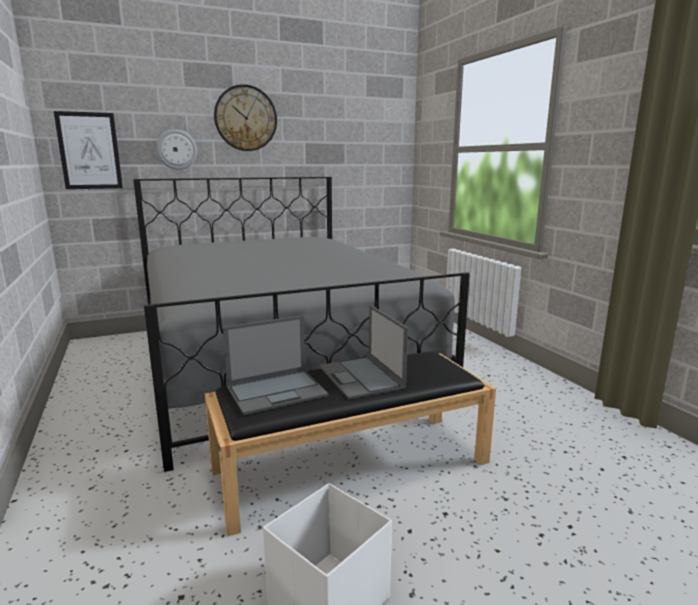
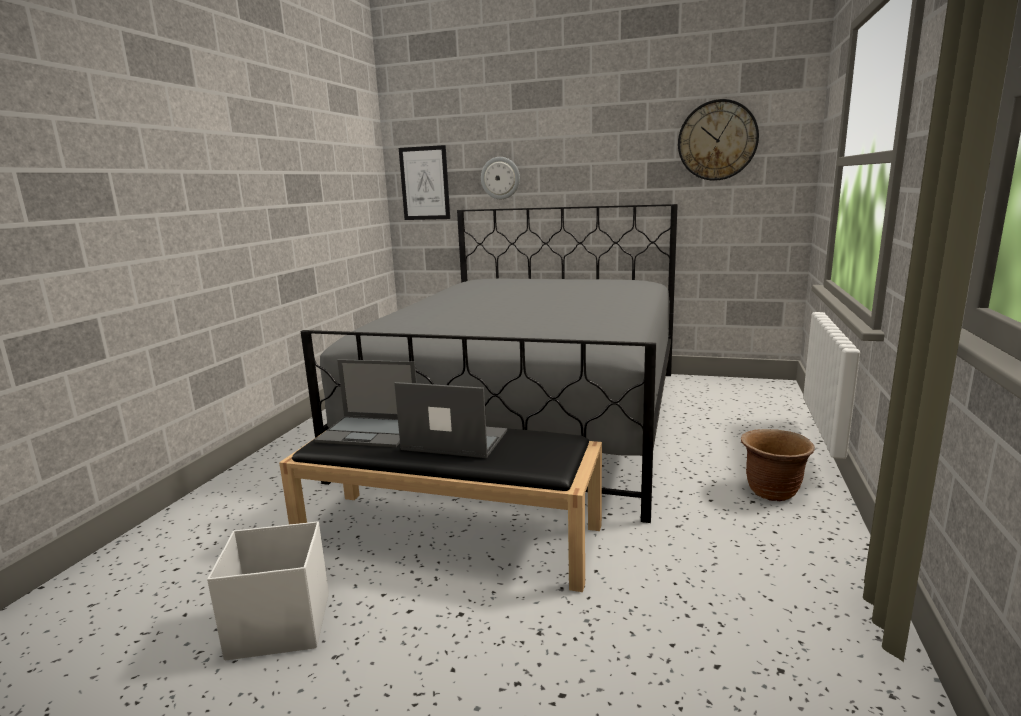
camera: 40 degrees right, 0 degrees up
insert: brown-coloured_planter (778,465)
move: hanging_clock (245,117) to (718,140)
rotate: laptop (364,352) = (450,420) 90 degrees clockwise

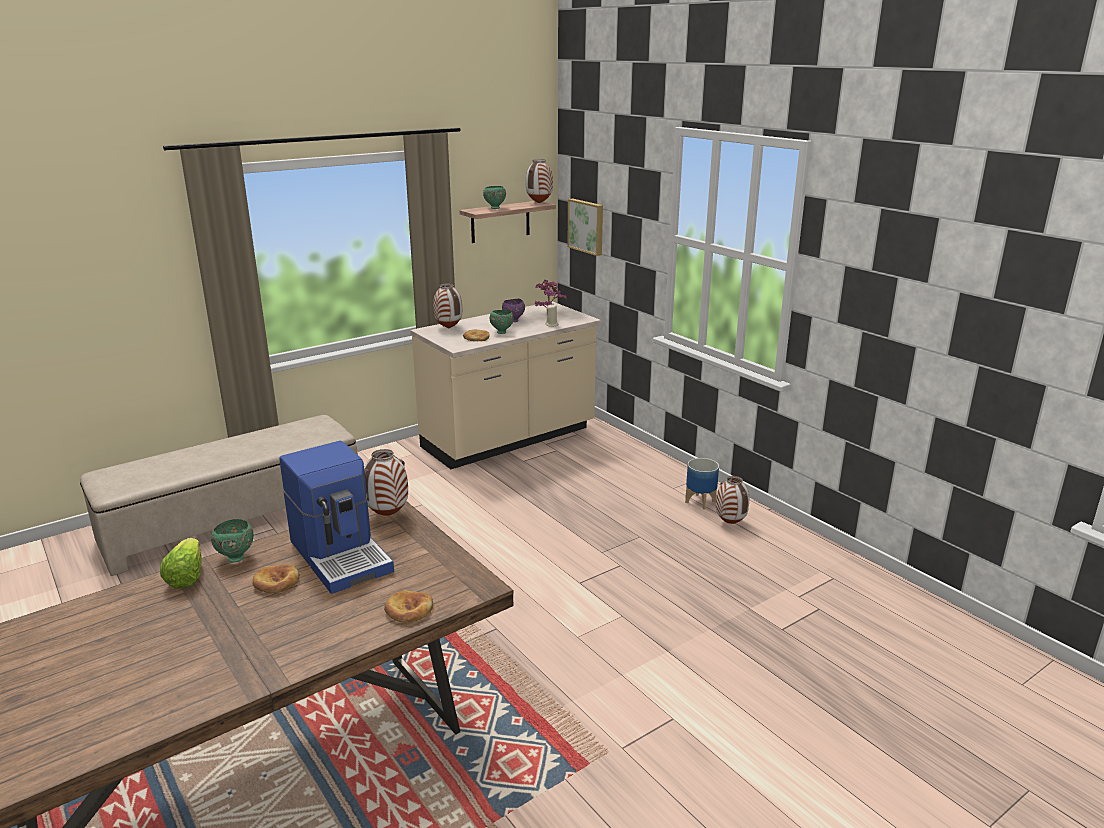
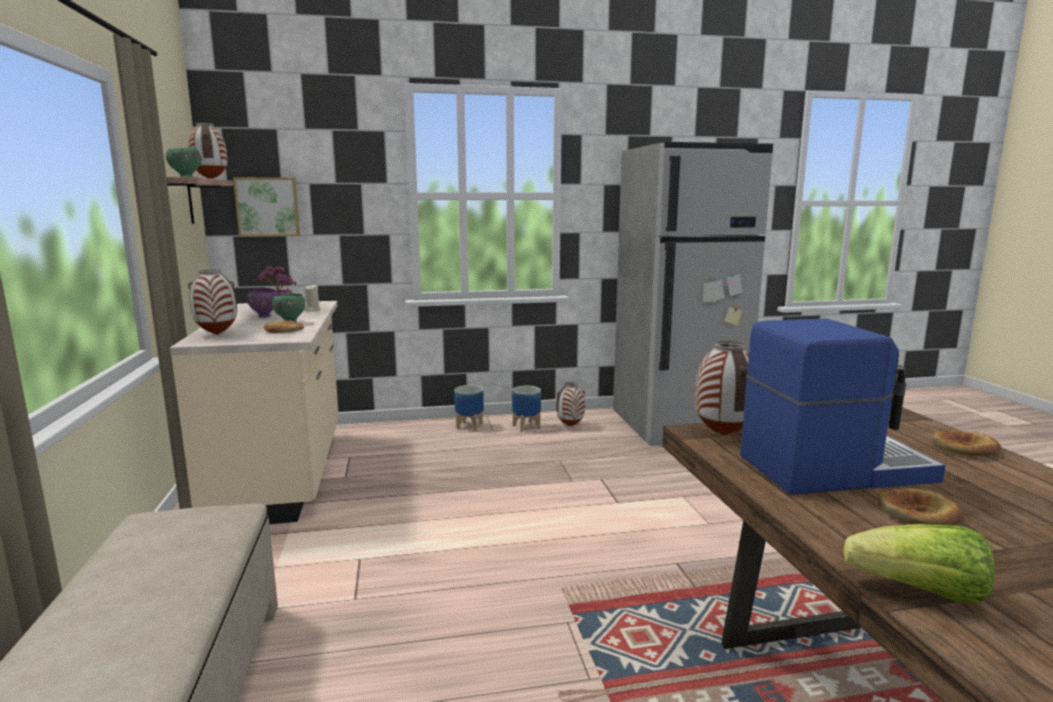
camera: 65 degrees left, 10 degrees down
delete: green-coloured_deep_dish (232,541)
insert: greyish_kitchen_fridge (693,294); planter (469,408)

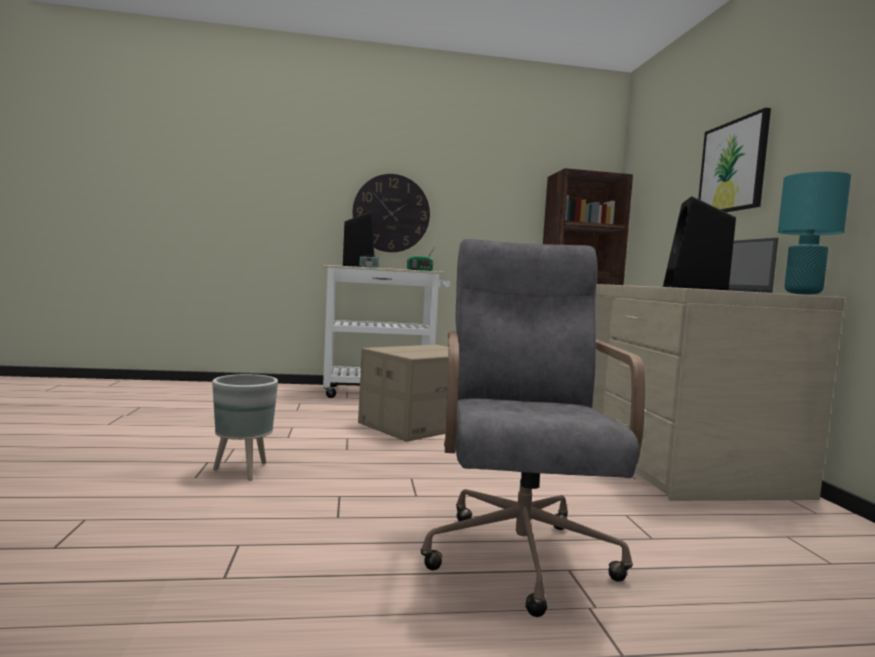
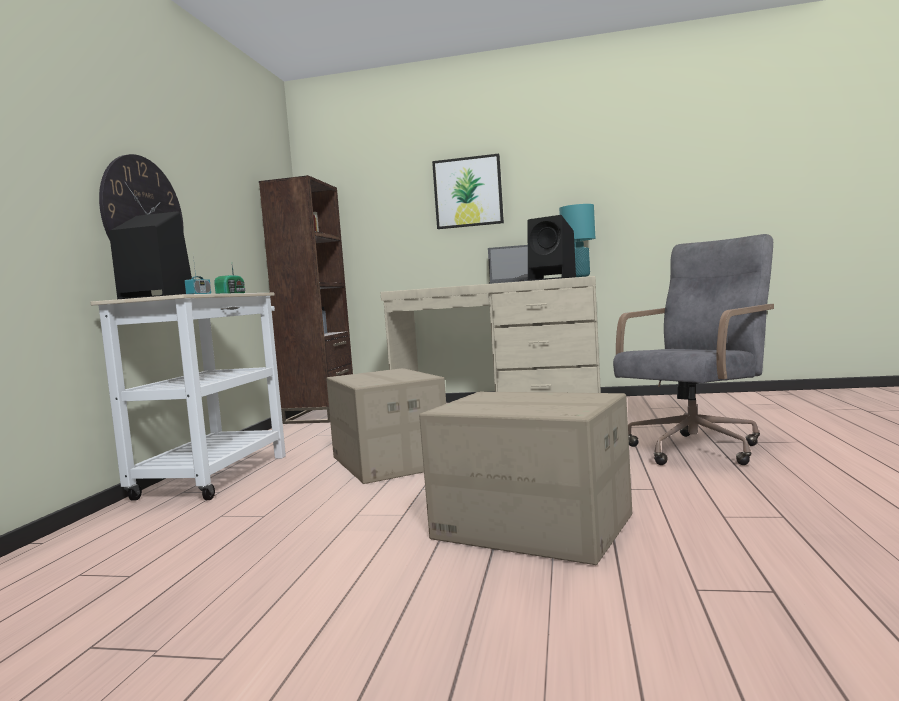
camera: 70 degrees left, 0 degrees up
replace: greyish_planter (245,427) to cardboard_box (525,478)
rotate: greyish_desk_chair (532,428) = (693,349) 120 degrees clockwise

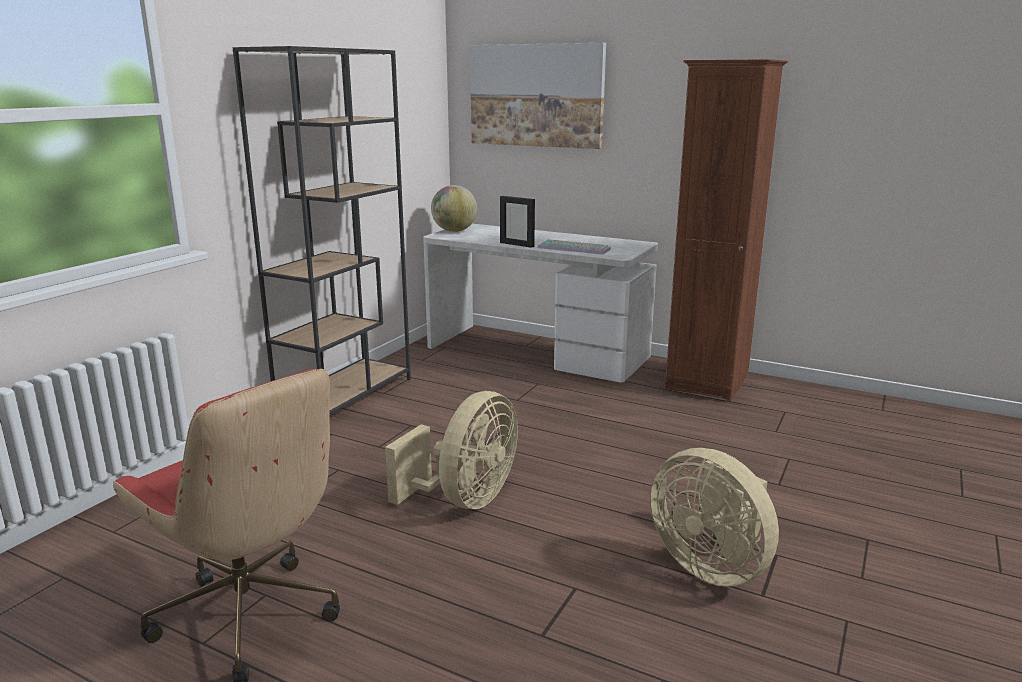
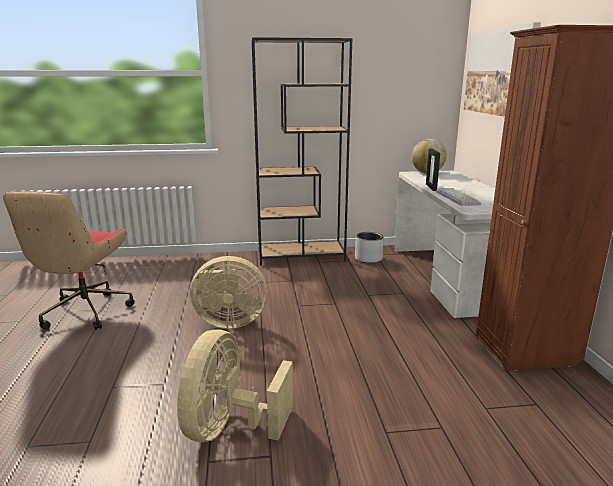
camera: 55 degrees right, 0 degrees up
insert: greyish_planter (369,247)

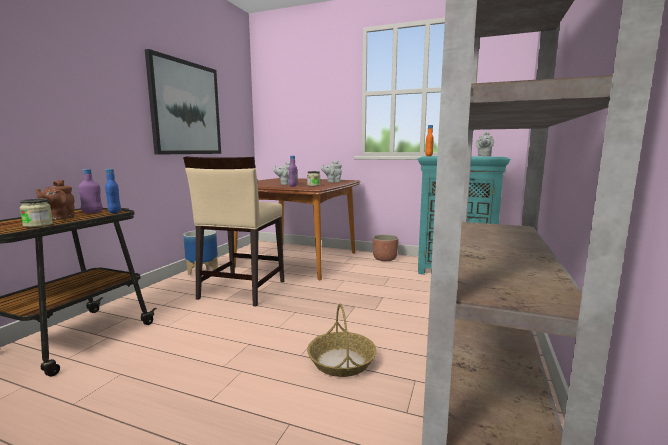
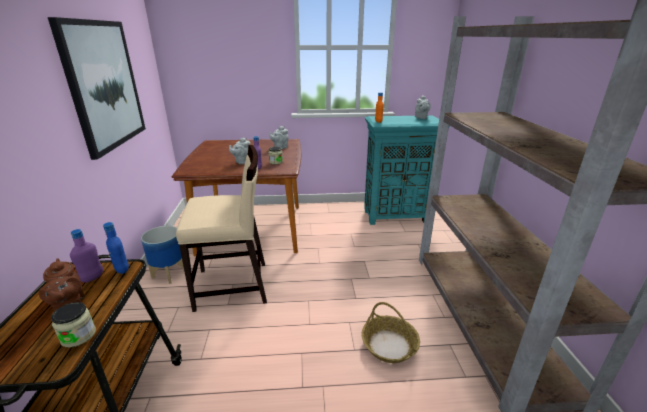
camera: 25 degrees left, 15 degrees up
delete: planter (386,248)
rotate: beige_upright_chair (233,232) = (221,228) 90 degrees counterclockwise

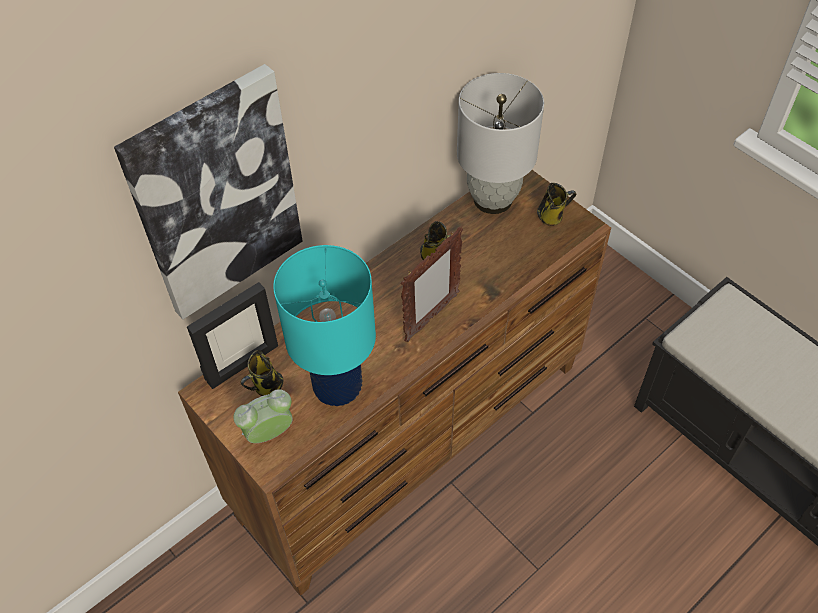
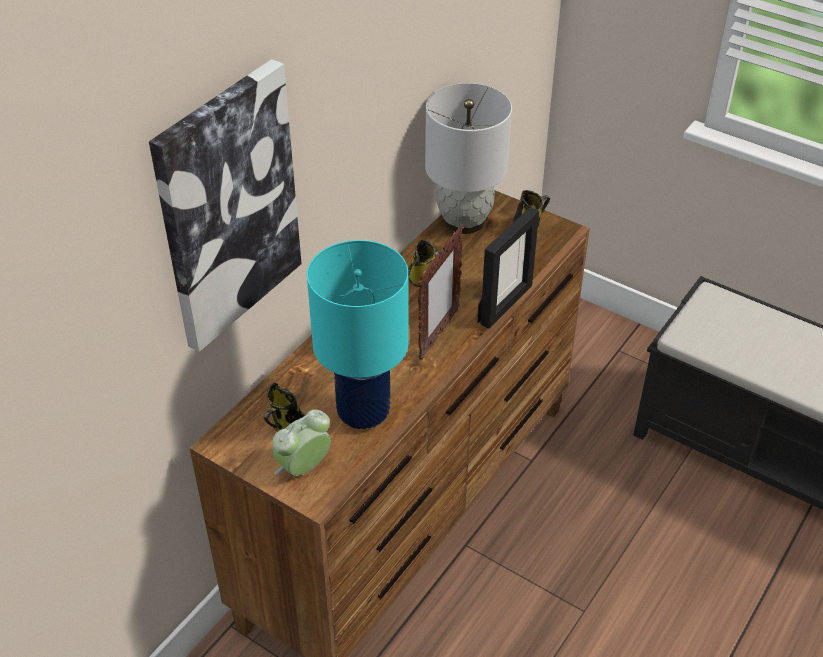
camera: 15 degrees left, 10 degrees down
move: picture_frame (232,335) to (508,267)

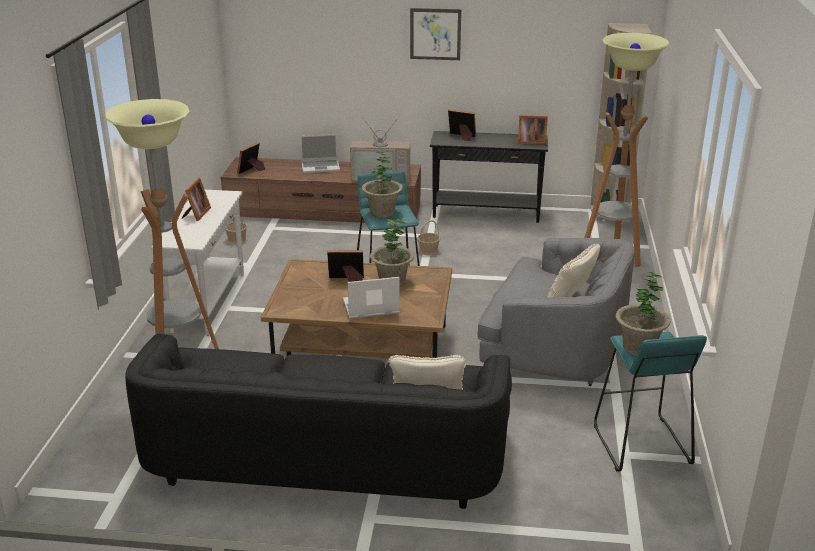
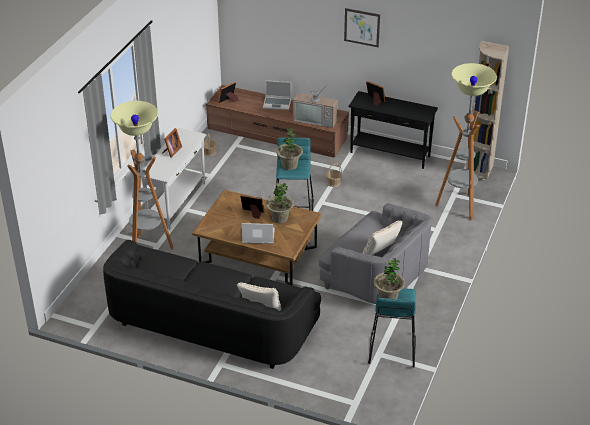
camera: 15 degrees right, 10 degrees up
delete: picture_frame (533,130)

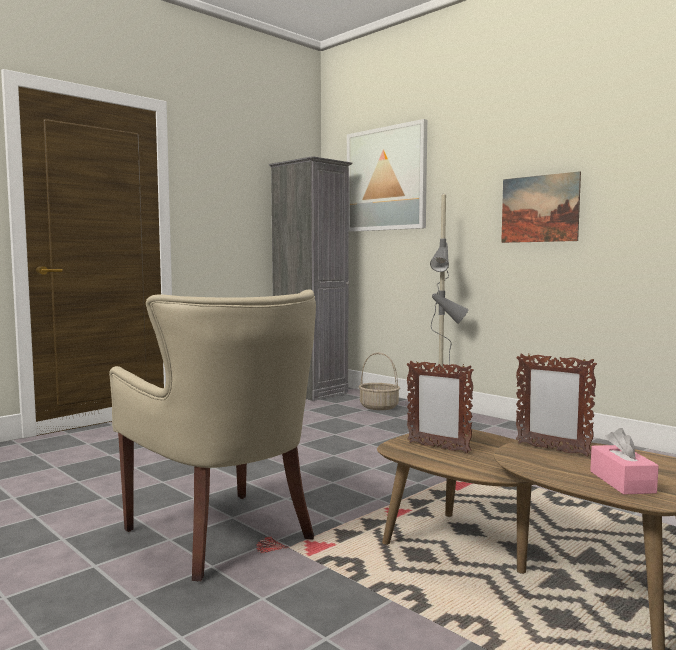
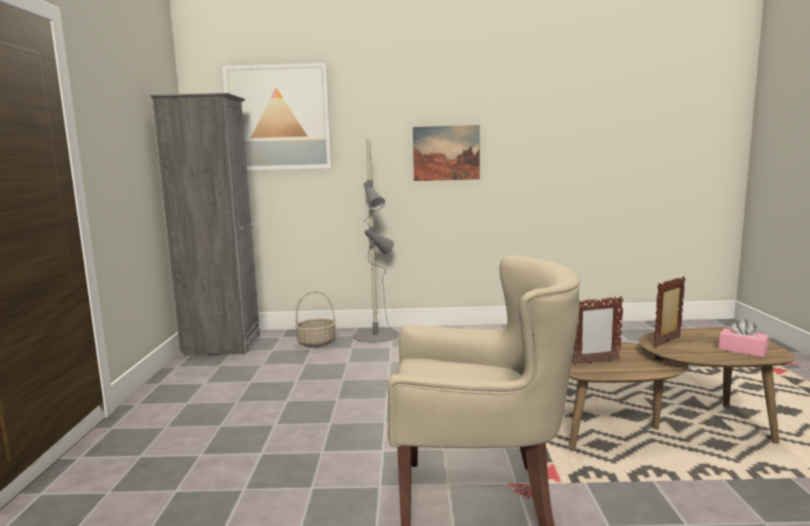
camera: 45 degrees left, 5 degrees up
rotate: picture_frame (556,405) = (669,311) 150 degrees clockwise

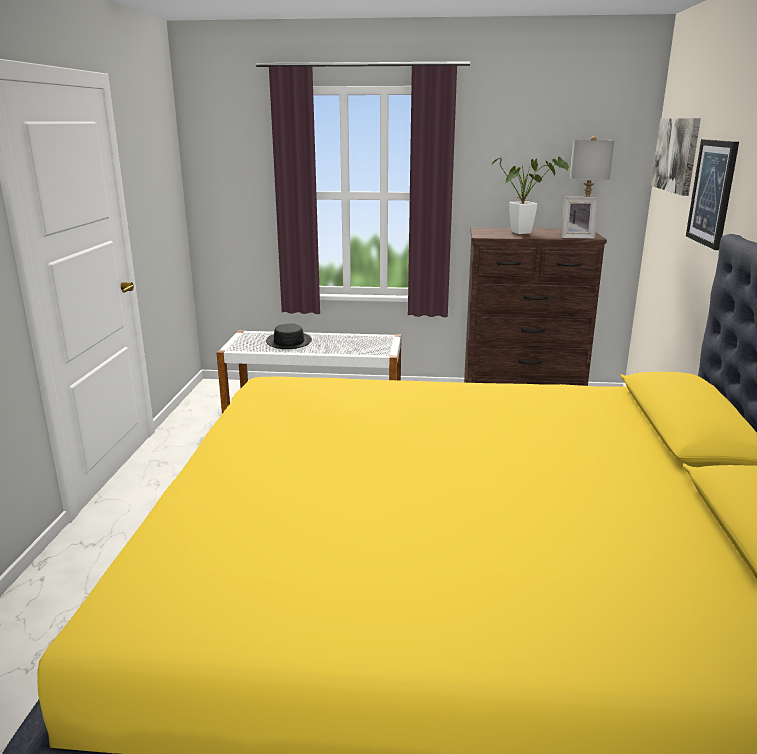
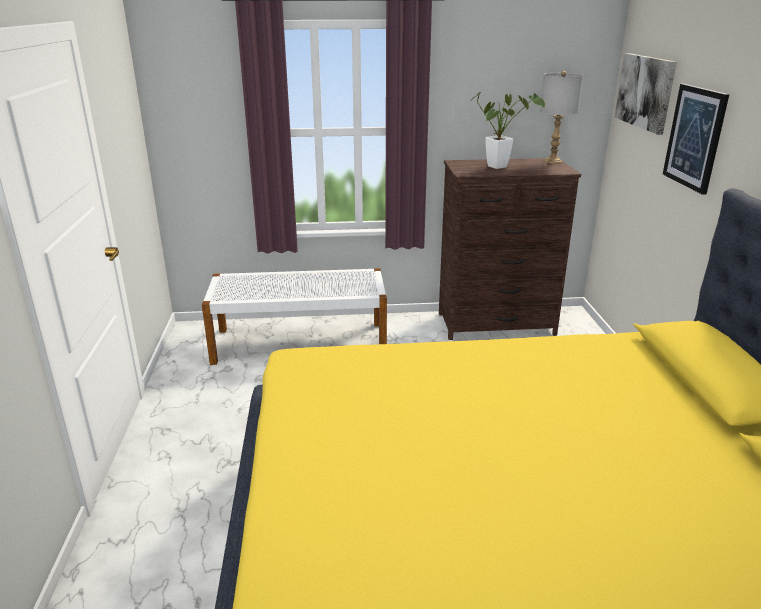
camera: 10 degrees left, 5 degrees up
delete: picture_frame (579,218); black-coloured_clothing_hat (289,336)

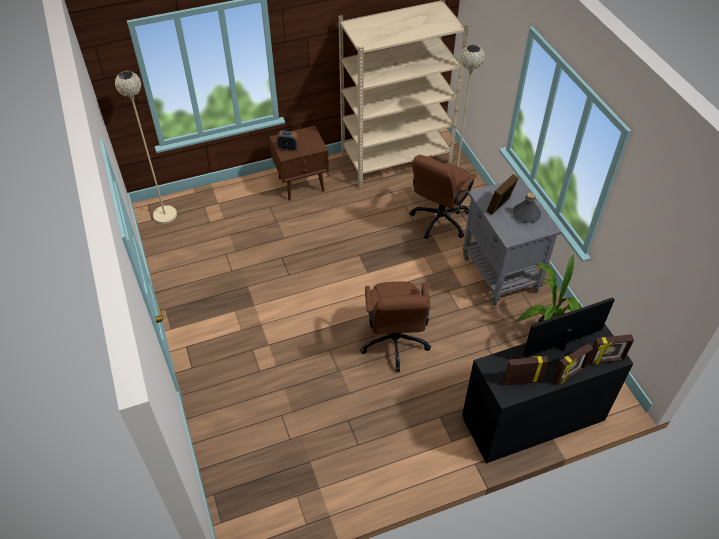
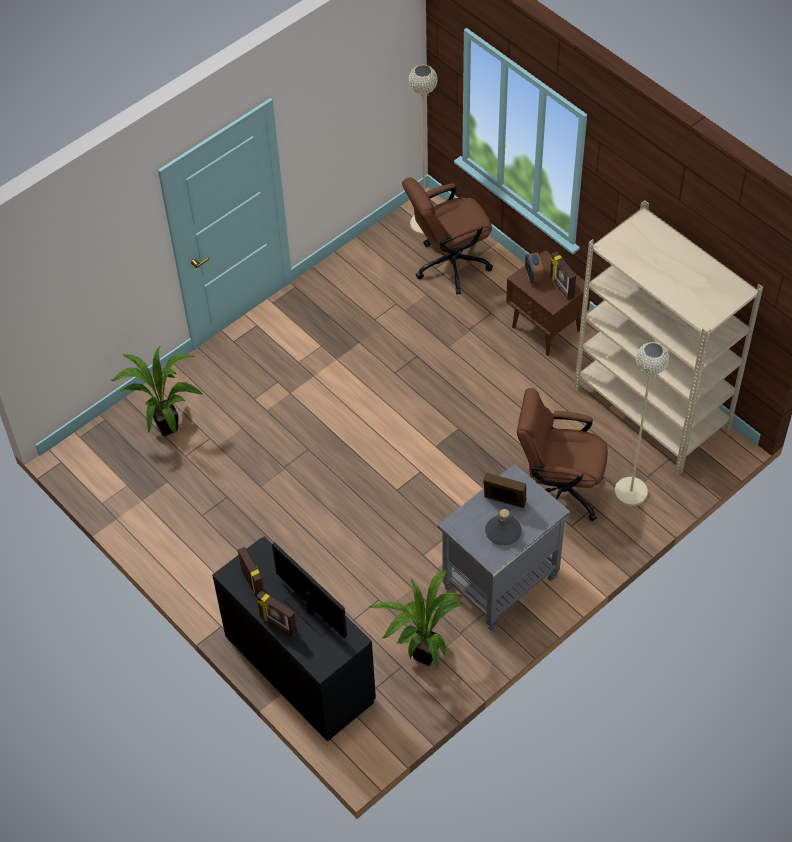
camera: 70 degrees right, 5 degrees up
insert: potted_plant (157,391)
move: brown-coloured_desk_chair (395,327) to (447,236); picture_frame (611,349) to (563,276)

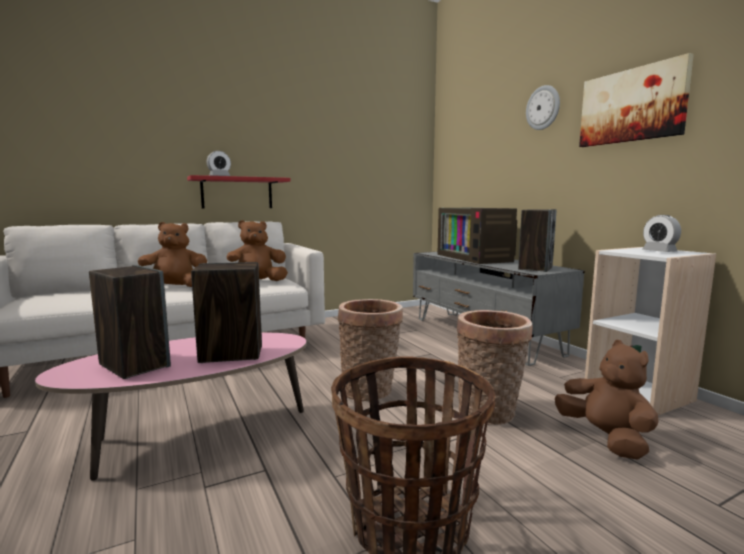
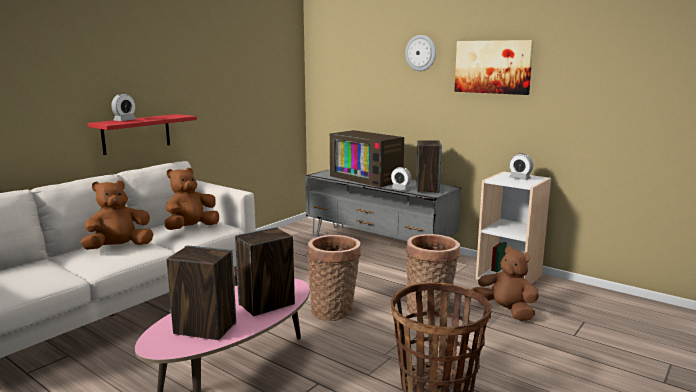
camera: 25 degrees left, 5 degrees up
insert: bedside_clock (401,179)

